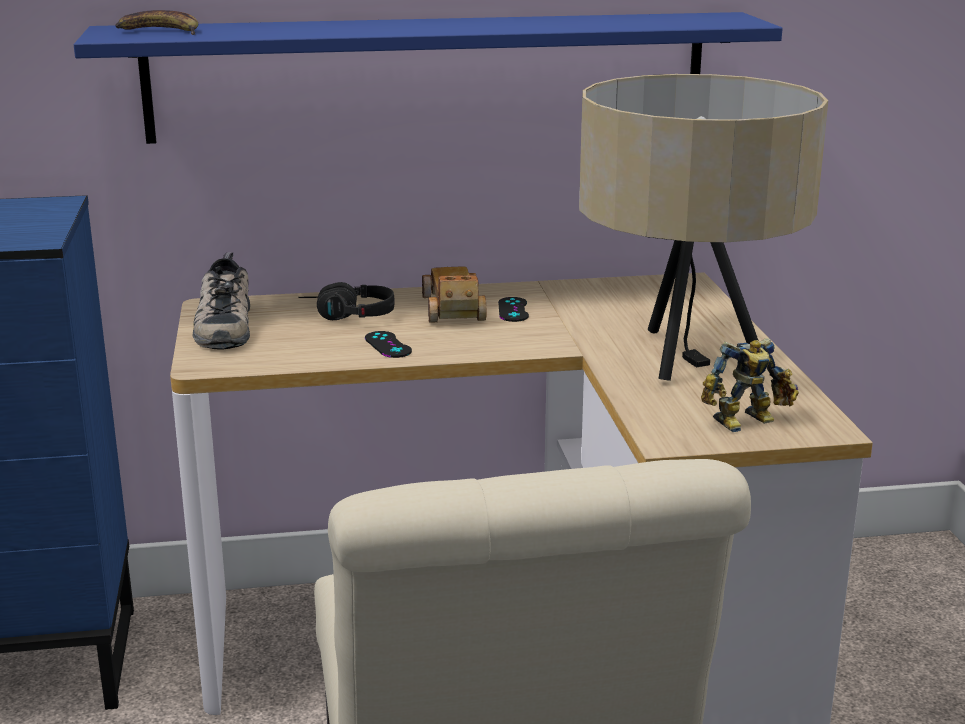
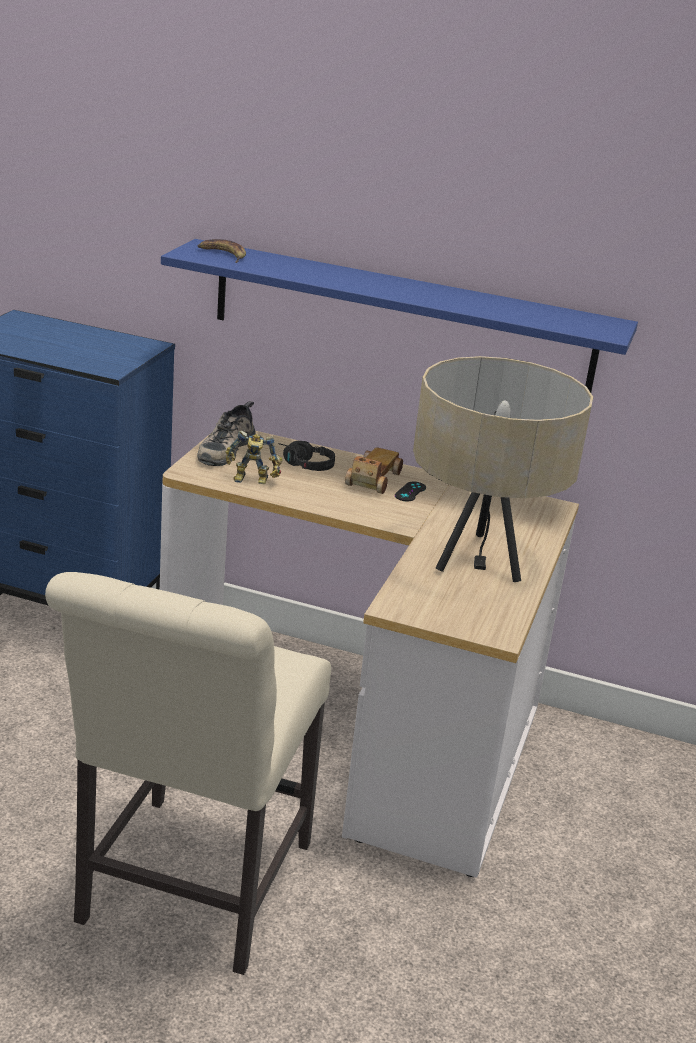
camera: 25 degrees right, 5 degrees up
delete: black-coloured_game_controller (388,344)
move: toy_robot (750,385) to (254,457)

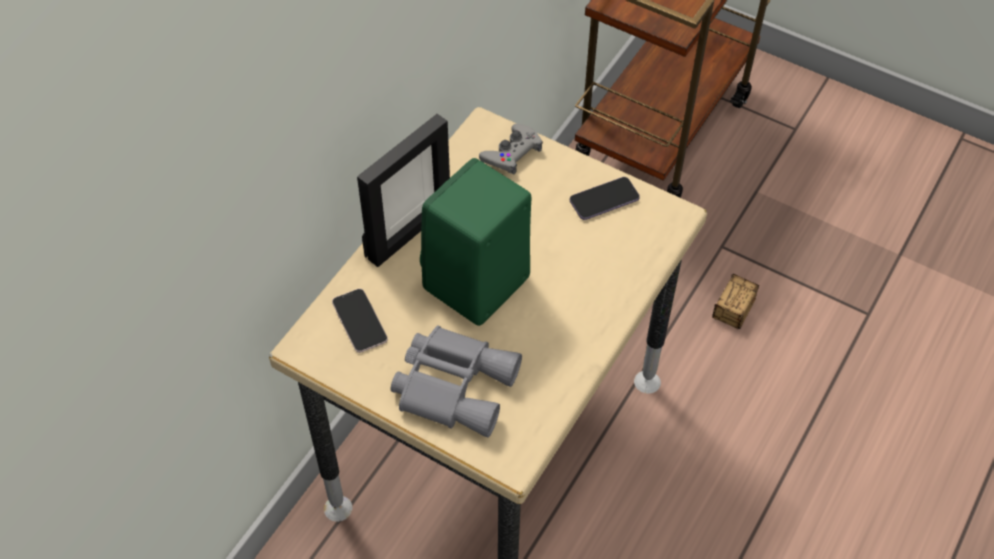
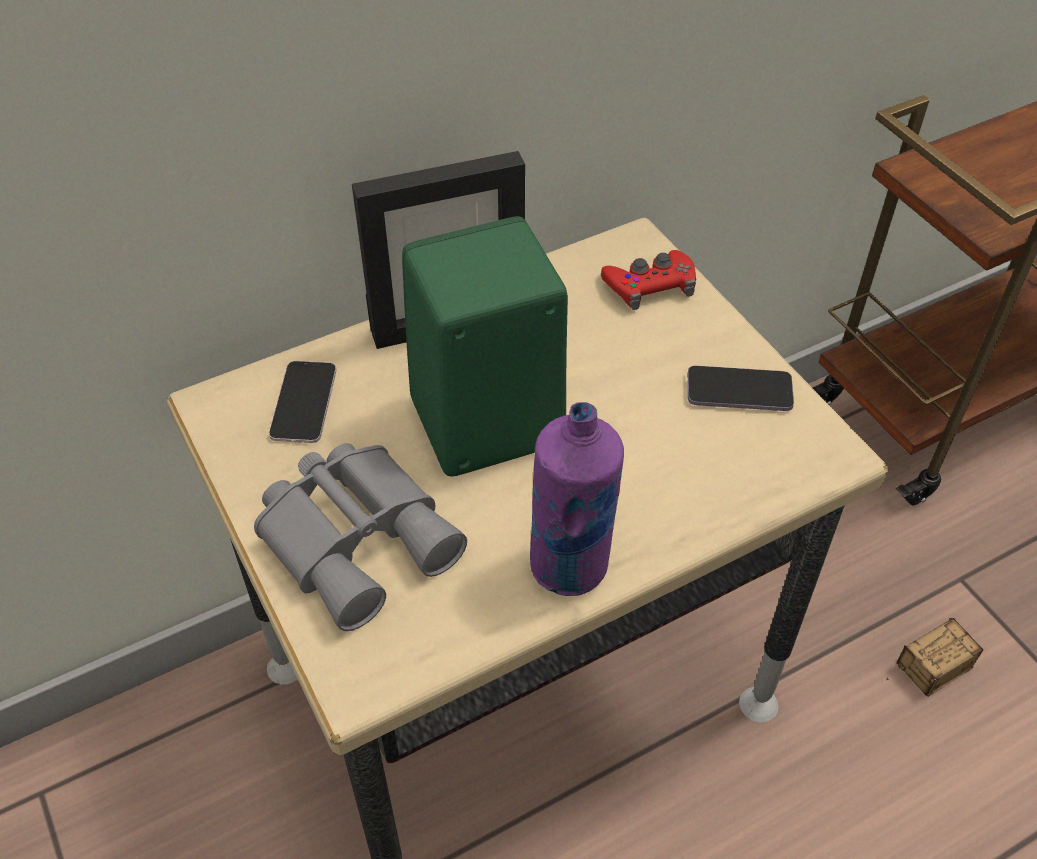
camera: 30 degrees right, 5 degrees down
insert: purple-coloured_beverage_bottle (577,499)
recolor: greyish_game_controller (511,149) to red_game_controller (648,280)

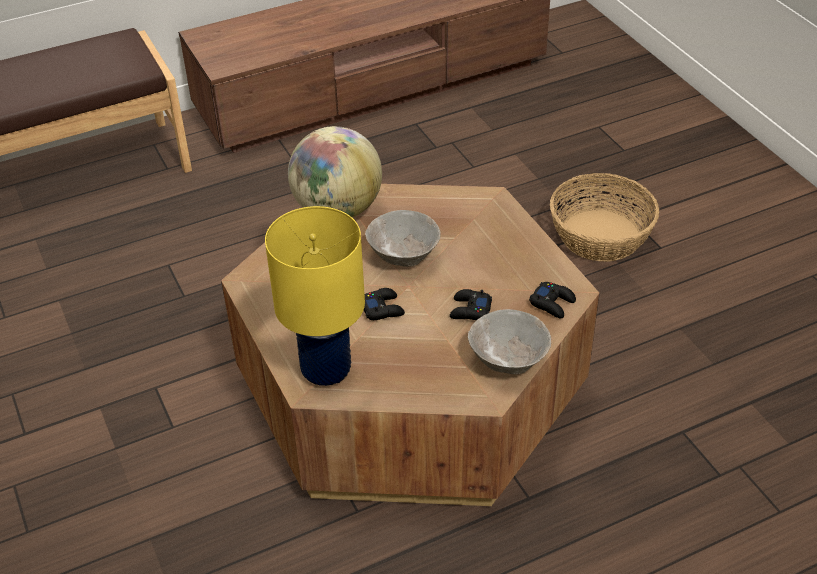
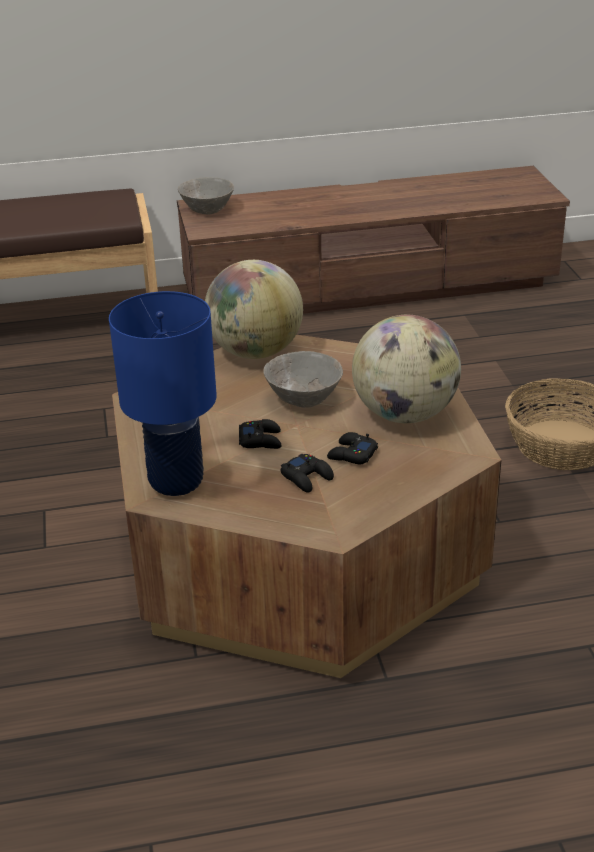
camera: 15 degrees right, 10 degrees down
insert: globe (406,369)
move: black-coloured_game_controller (552,300) to (307,473); greyish_deep_dish (509,341) to (206,196)
recolor: yellow-coloured_tabletop_lamp (315,296) to blue_tabletop_lamp (163,393)

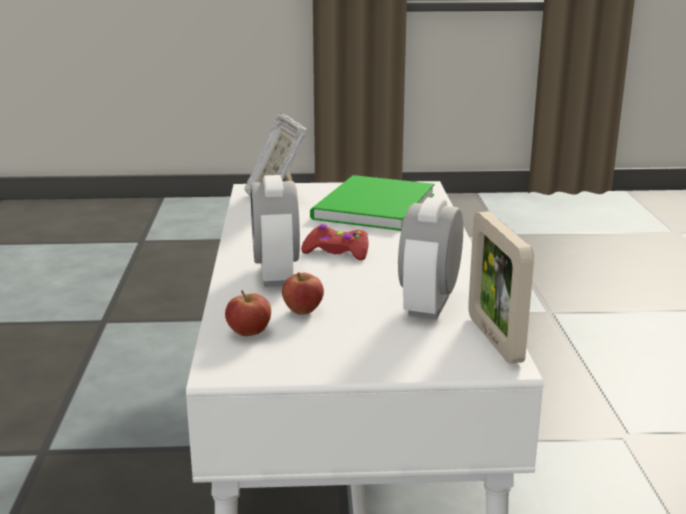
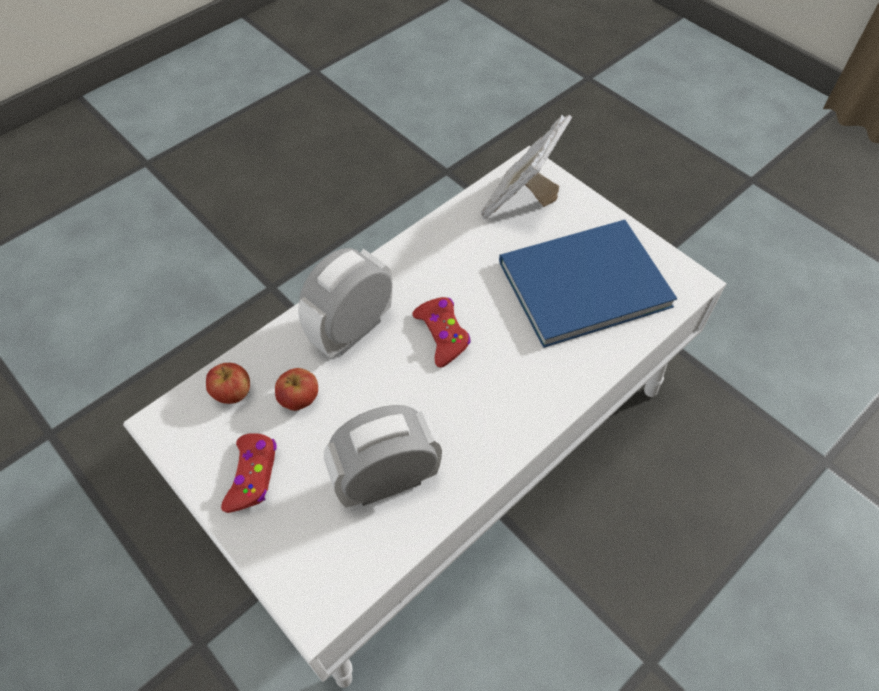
camera: 50 degrees right, 35 degrees up
delete: picture_frame (501,287)
insert: red_game_controller (248,473)
recolor: green-coloured_volume (372,203) to blue_volume (588,284)

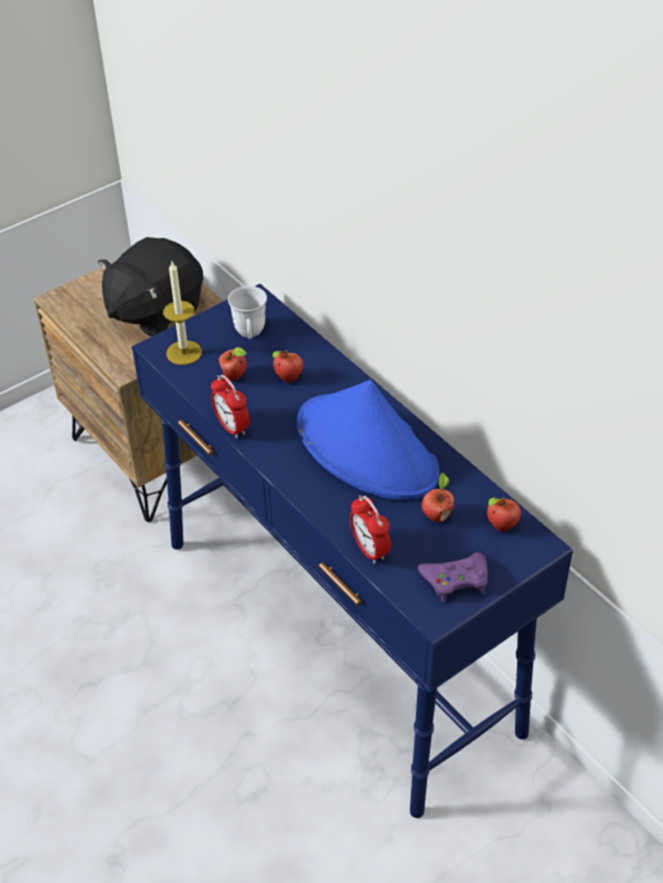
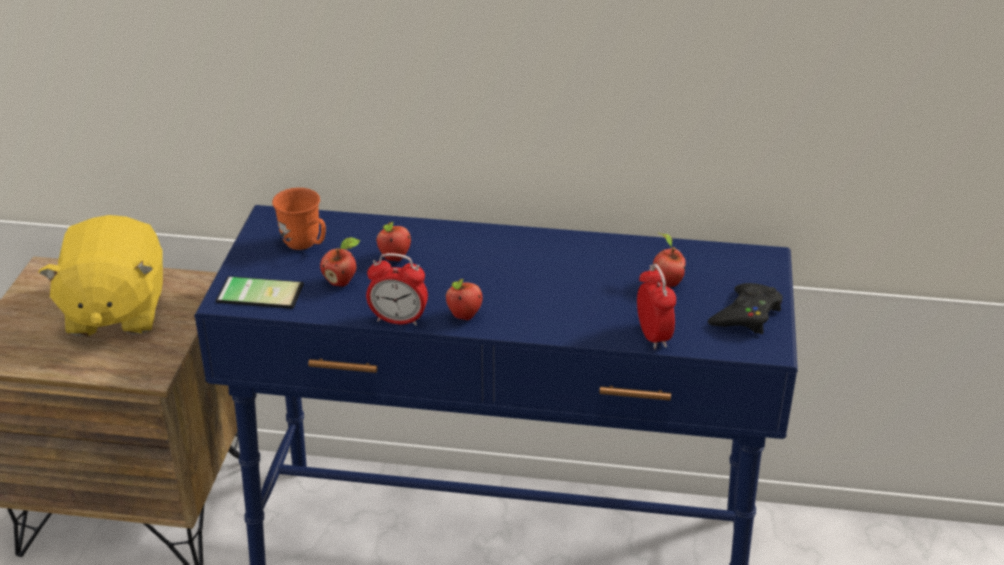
camera: 45 degrees left, 10 degrees down
delete: blue_clothing_hat (368,440)
move: whole_apple (504,514) to (464,299)
replace: wax_light (182,313) to handset (260,292)
recolor: black-coloured_soft_toy (150,287) to yellow-coloured_soft_toy (100,275); whitish_mug (247,312) to orangey_mug (299,219); purple-coloured_game_controller (453,577) to black-coloured_game_controller (745,308)
rotate: bedside_clock (370,529) = (656,306) 120 degrees counterclockwise

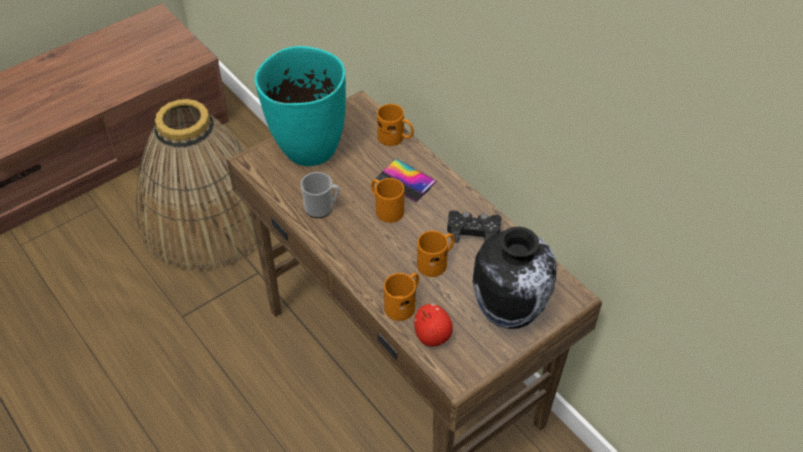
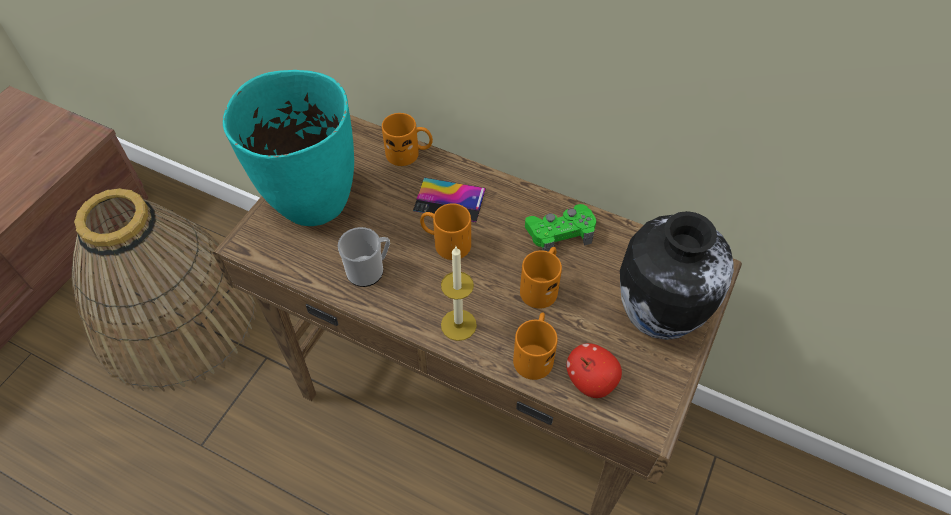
camera: 25 degrees left, 5 degrees up
insert: wax_light (459,294)
recolor: black-coloured_game_controller (474,226) to green-coloured_game_controller (560,228)

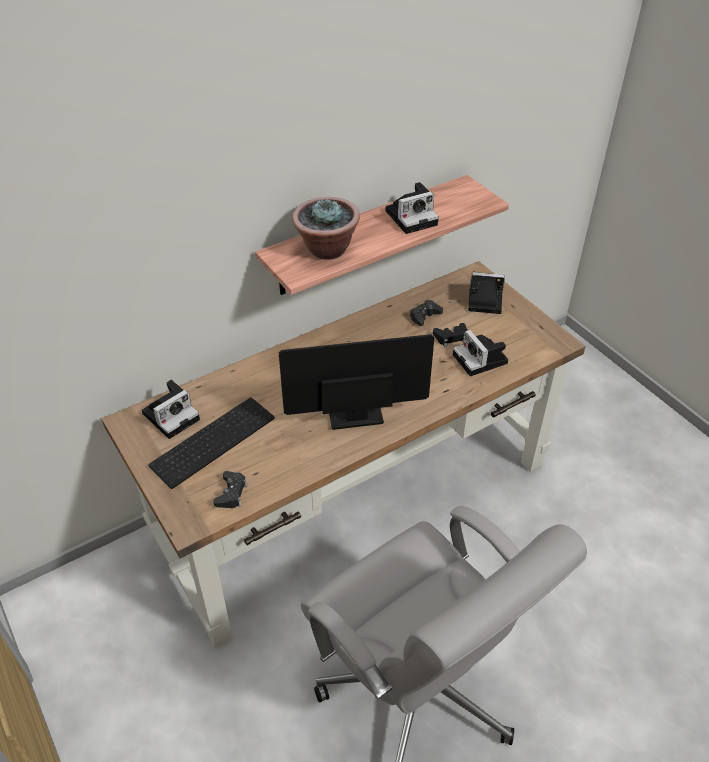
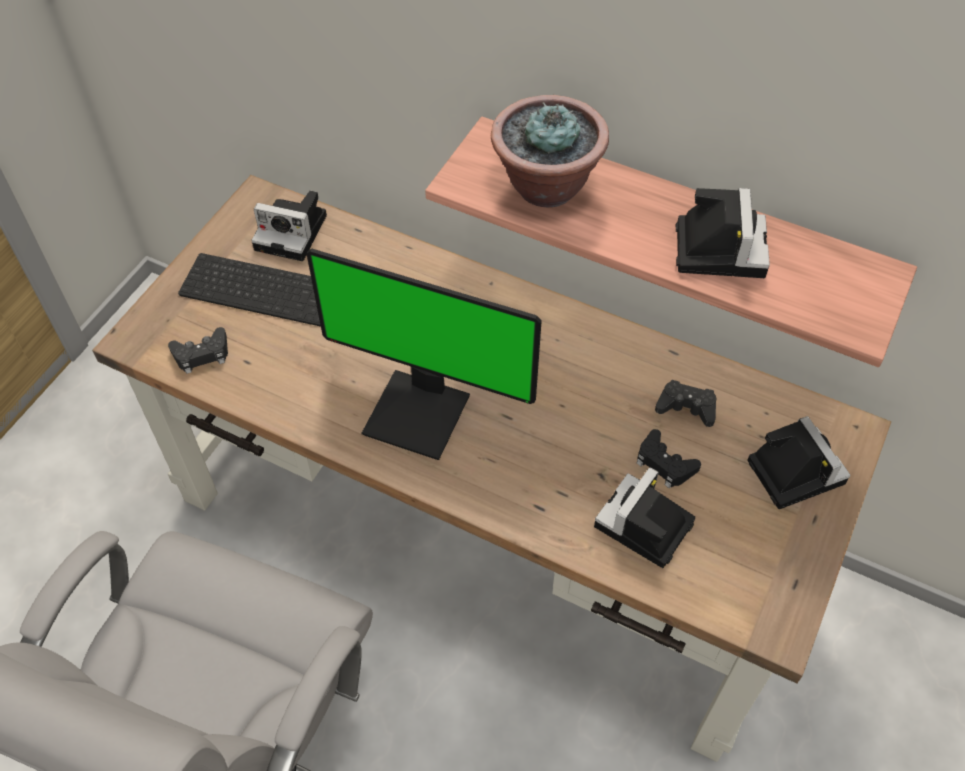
camera: 60 degrees right, 10 degrees up
rotate: still_camera (412,208) = (723,233) 120 degrees counterclockwise; monitor (356,382) = (424,354) 150 degrees clockwise

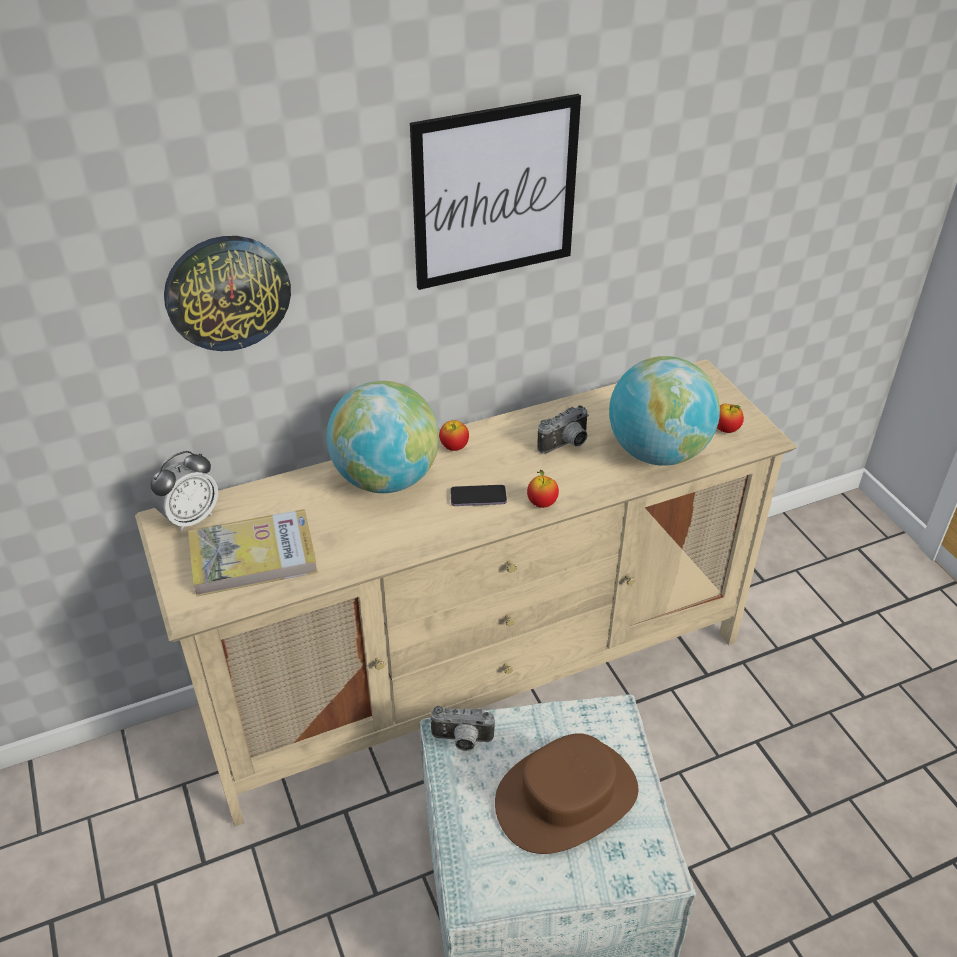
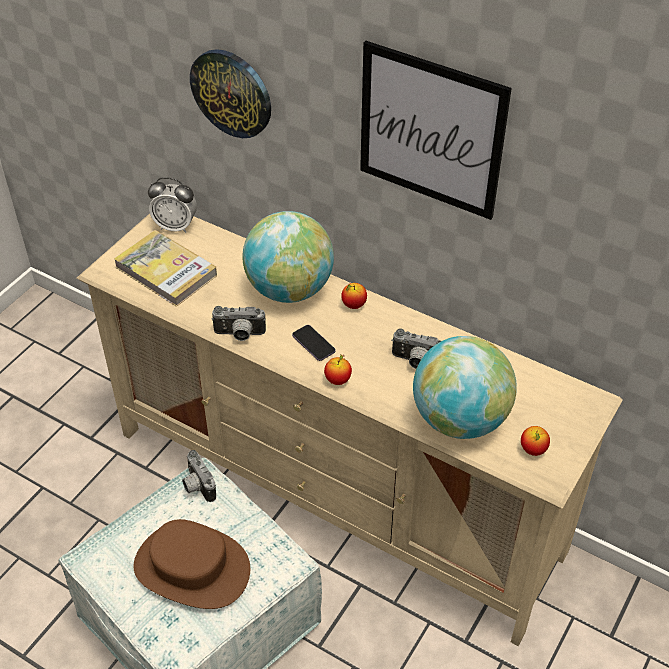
camera: 55 degrees right, 5 degrees up
insert: still_camera (238,323)

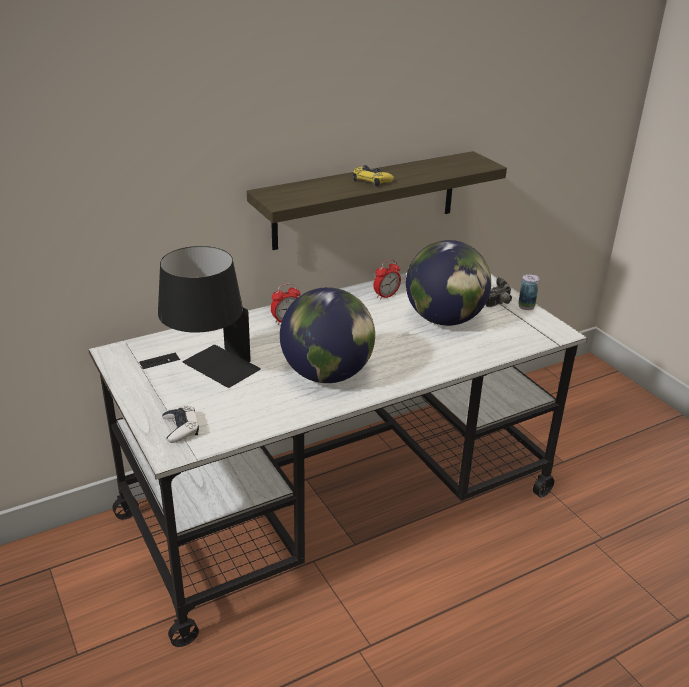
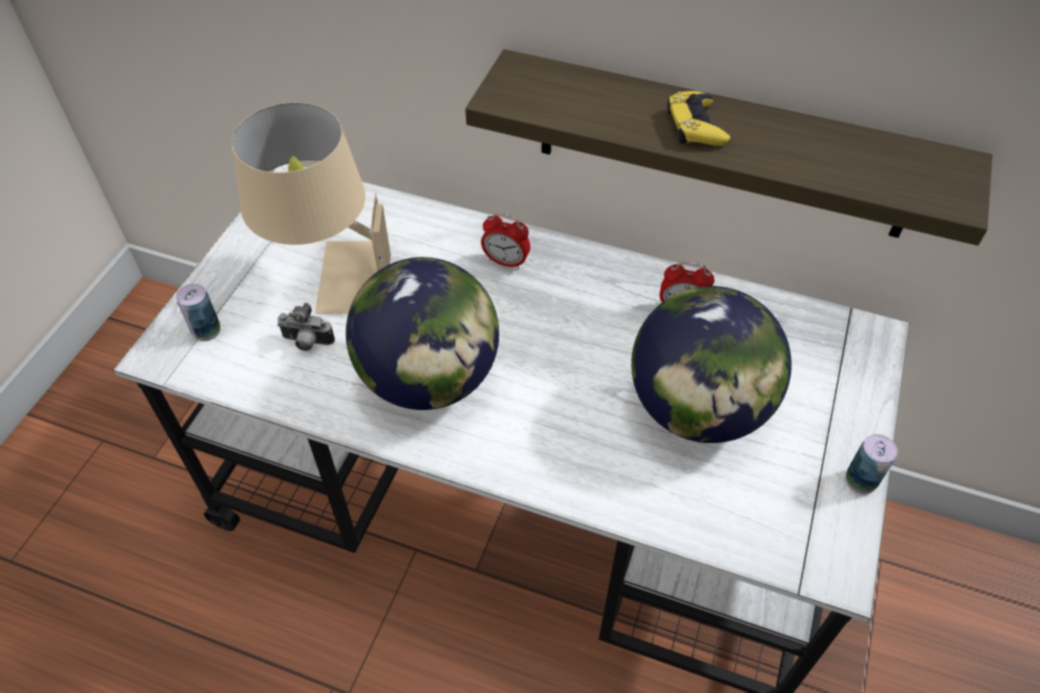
camera: 50 degrees right, 20 degrees up
move: still_camera (499,292) to (306,327)
replace: whitish_game_controller (180,424) to metal_can (198,312)
recolor: black-coloured_tabletop_lamp (209,317) to beige_tabletop_lamp (311,208)

